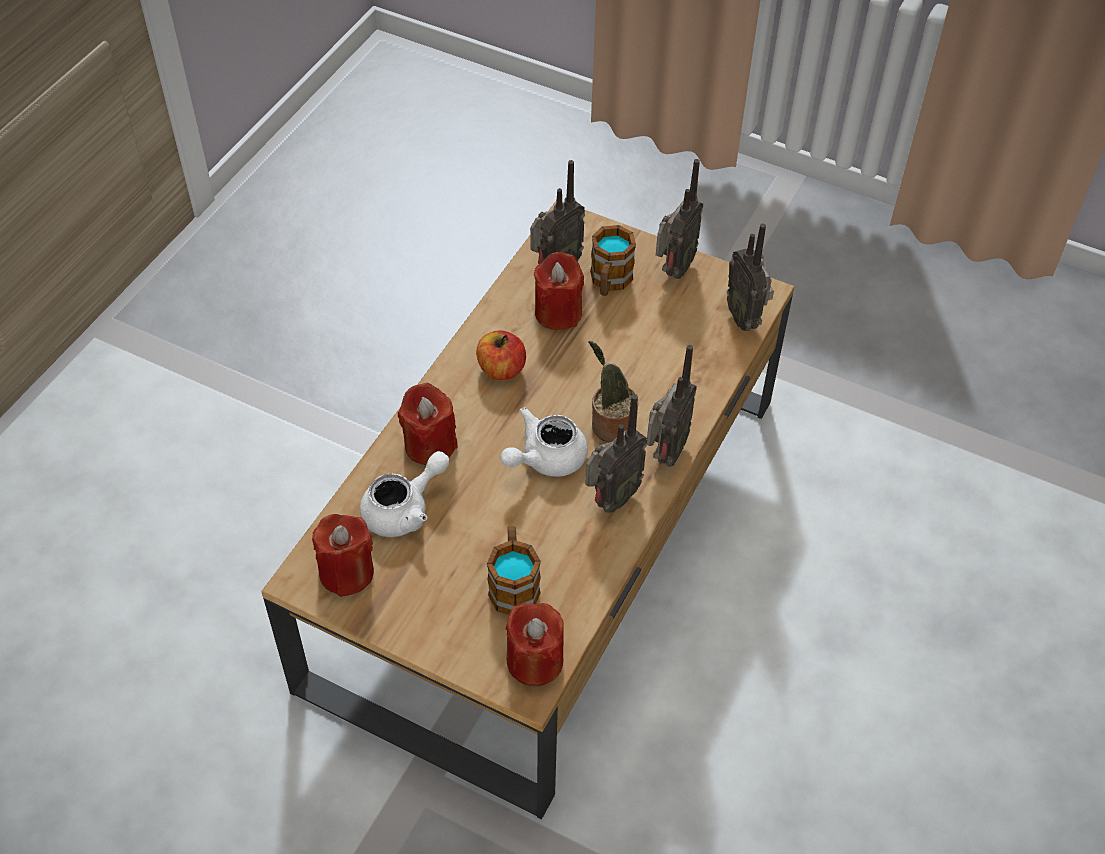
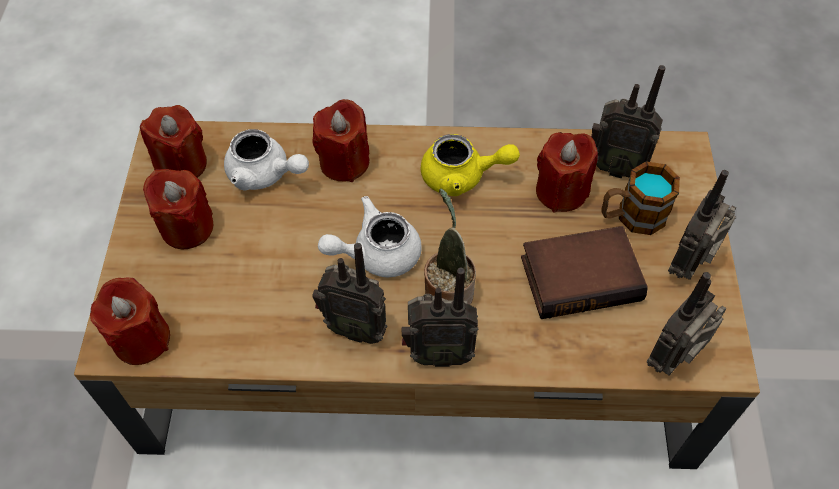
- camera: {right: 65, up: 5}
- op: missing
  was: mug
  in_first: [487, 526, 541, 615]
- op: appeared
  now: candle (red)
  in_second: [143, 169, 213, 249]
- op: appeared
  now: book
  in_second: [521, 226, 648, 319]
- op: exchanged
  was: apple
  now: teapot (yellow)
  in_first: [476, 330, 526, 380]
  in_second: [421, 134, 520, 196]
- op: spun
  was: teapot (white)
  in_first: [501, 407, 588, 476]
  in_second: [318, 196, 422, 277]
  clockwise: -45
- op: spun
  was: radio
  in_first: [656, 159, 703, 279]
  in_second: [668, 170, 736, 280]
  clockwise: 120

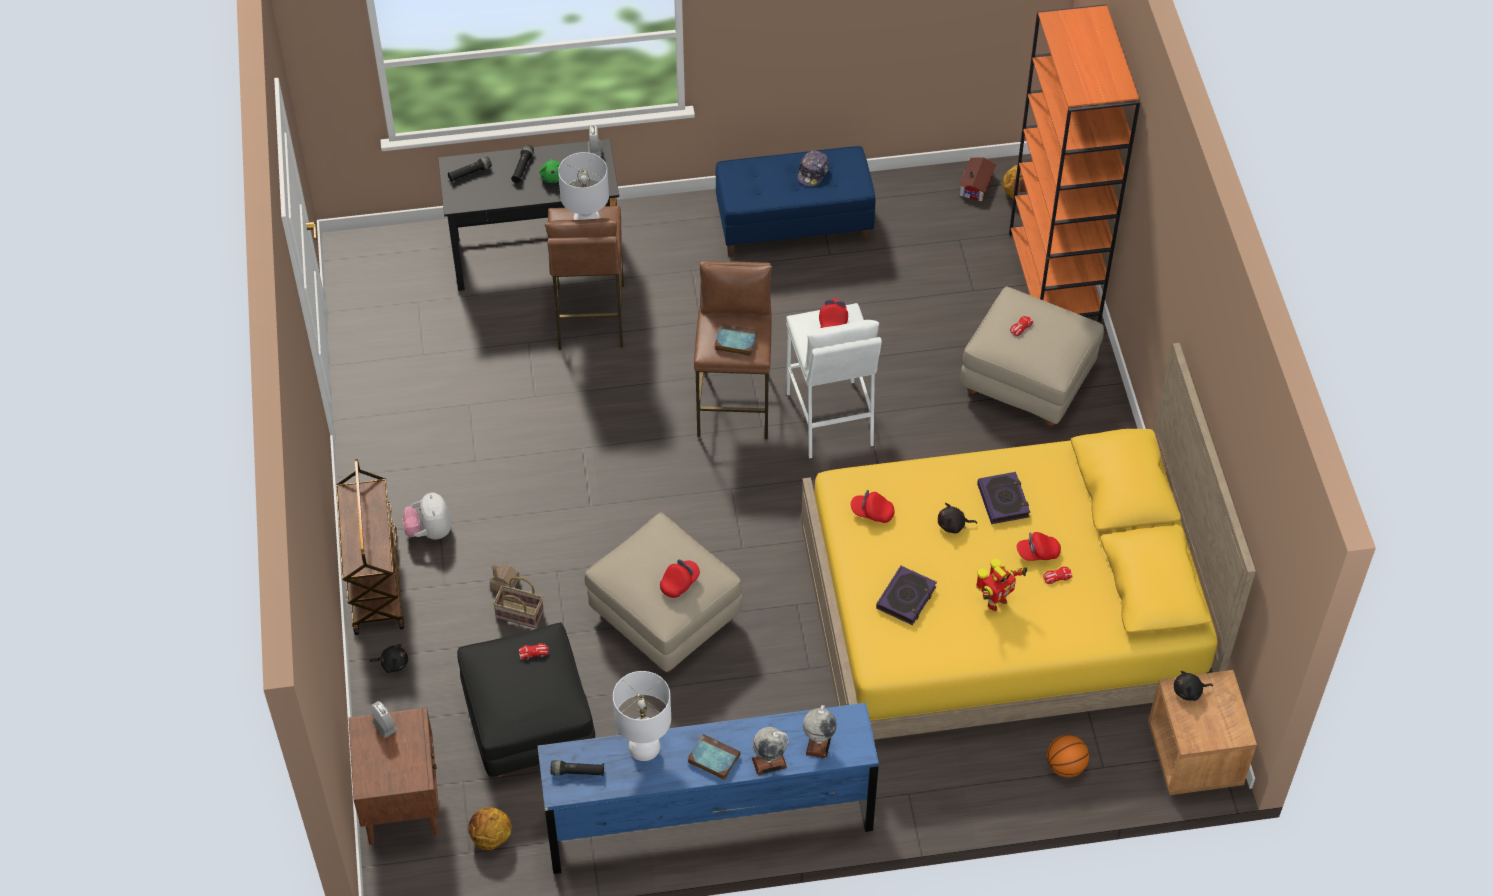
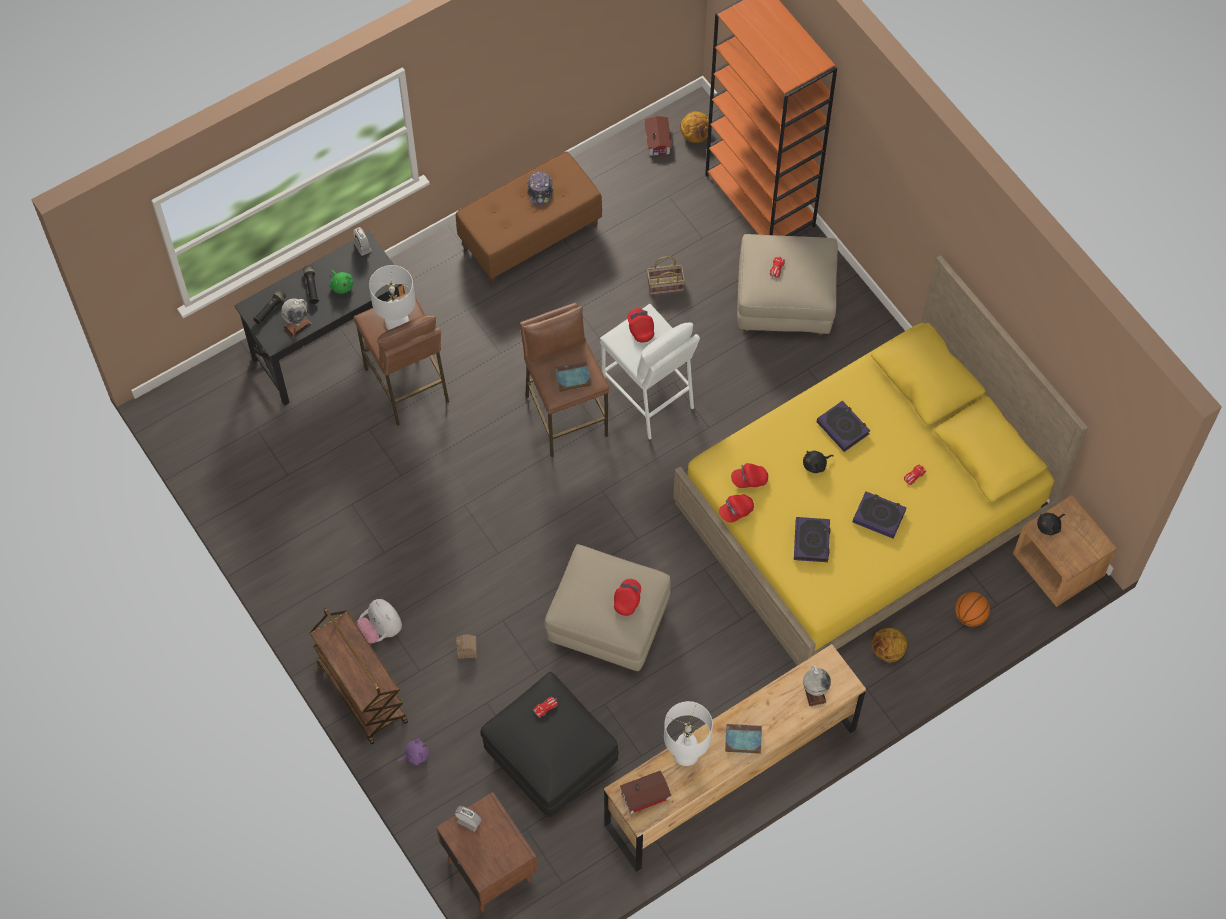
- camera: {right: -25, up: 10}
- op: relocated
  was: basketball
  in_first: [468, 807, 512, 850]
  in_second: [872, 628, 907, 662]
- op: relocated
  was: basket
  in_first: [493, 577, 544, 628]
  in_second: [647, 256, 685, 295]
- op: relocated
  was: globe
  in_first: [752, 727, 789, 776]
  in_second: [281, 299, 312, 338]
- op: relocated
  was: cap (red)
  in_first: [1017, 532, 1061, 561]
  in_second: [719, 494, 754, 523]
- op: exchanged
  was: flashlight (black)
  now: toy house
  in_first: [550, 760, 604, 776]
  in_second: [620, 770, 672, 814]
- op: exchanged
  was: toy robot
  now: book
  in_first: [976, 559, 1027, 611]
  in_second: [853, 492, 906, 539]
- op: colour
  was: plush toy (black)
  now: plush toy (purple)
  in_first: [370, 644, 408, 673]
  in_second: [396, 738, 429, 765]
- op: colour
  was: dresser (blue)
  now: dresser (brown)
  in_first: [537, 703, 879, 874]
  in_second: [604, 644, 866, 872]
- op: colour
  was: bench (blue)
  now: bench (brown)
  in_first: [715, 146, 876, 257]
  in_second: [456, 151, 602, 285]

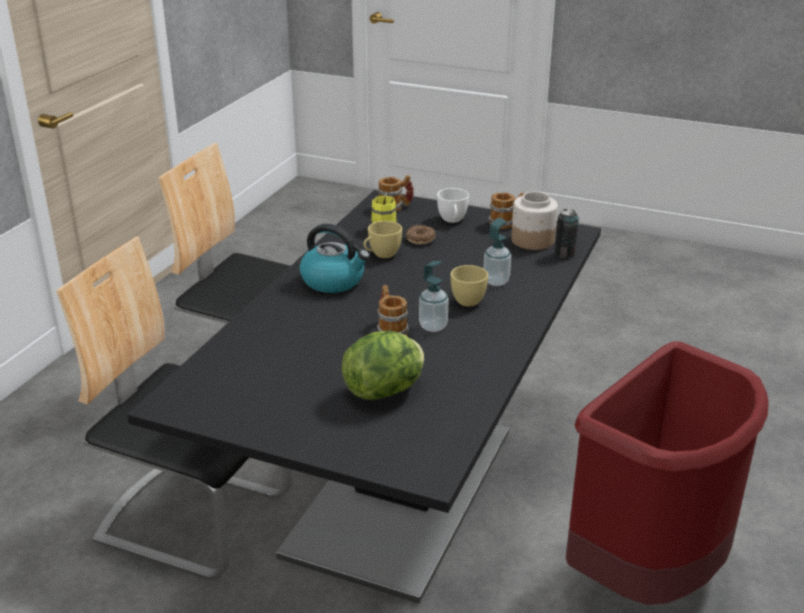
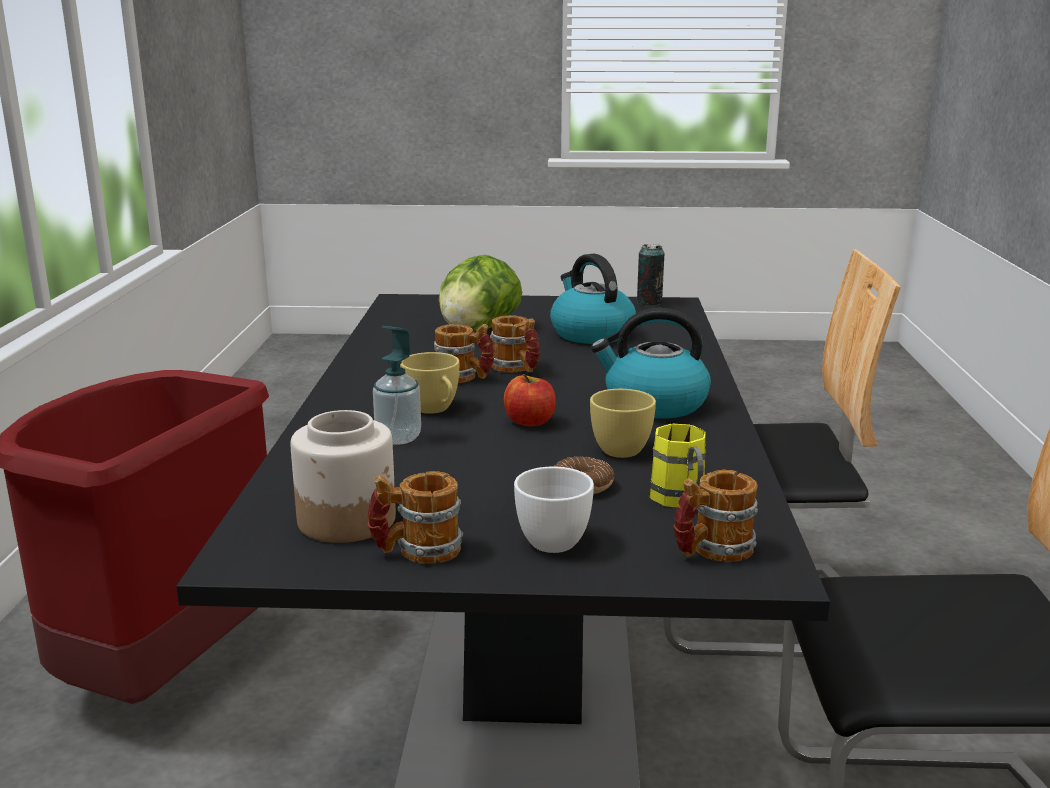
- camera: {right: 160, up: -10}
- op: appeared
  now: apple
  in_second: [504, 374, 556, 426]
- op: appeared
  now: kettle
  in_second: [550, 253, 636, 344]
- op: relocated
  was: can
  in_first: [555, 209, 579, 258]
  in_second: [637, 244, 664, 306]
- op: exchanged
  was: soap dispenser
  now: mug
  in_first: [419, 261, 449, 332]
  in_second: [434, 324, 494, 383]

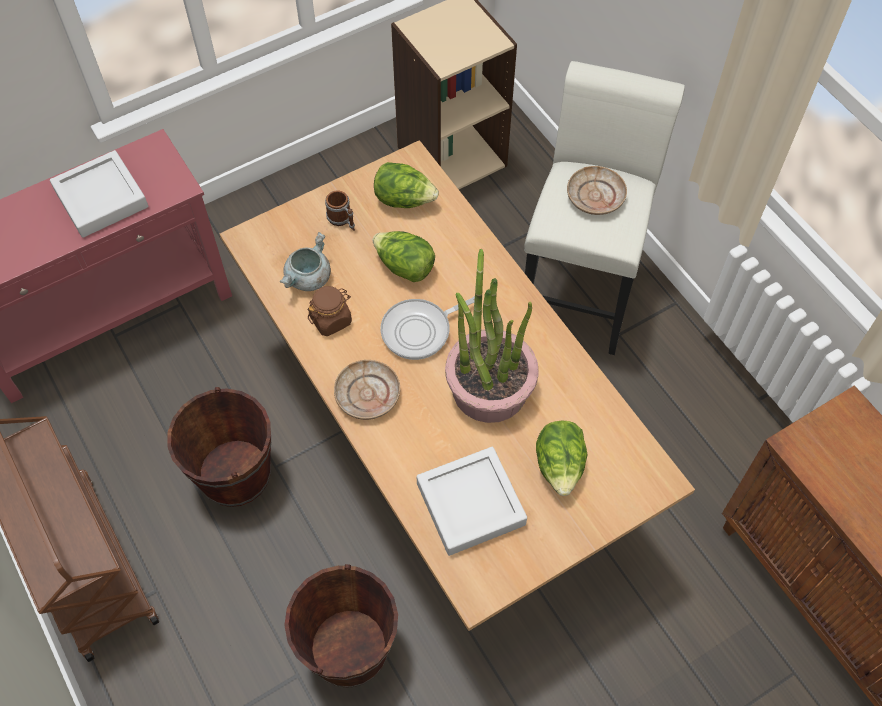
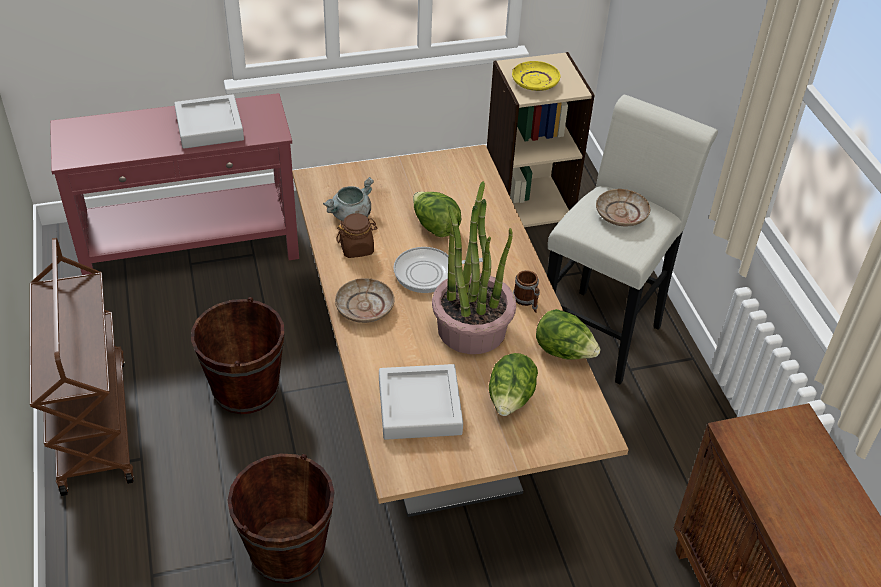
- camera: {right: 15, up: -15}
- op: appeared
  now: plate (yellow)
  in_second: [512, 61, 560, 91]
- op: relocated
  was: mug
  in_first: [325, 190, 355, 231]
  in_second: [513, 270, 540, 312]
- op: relocated
  was: lettuce
  in_first: [374, 162, 439, 208]
  in_second: [536, 309, 601, 359]

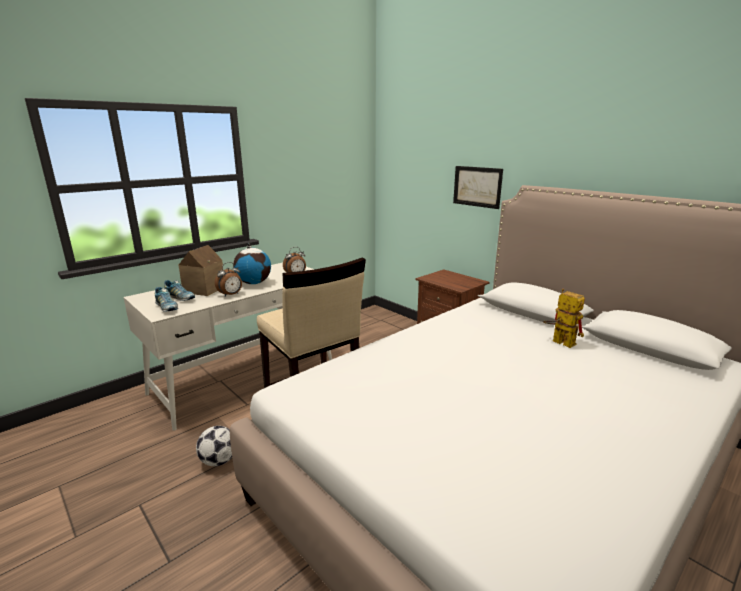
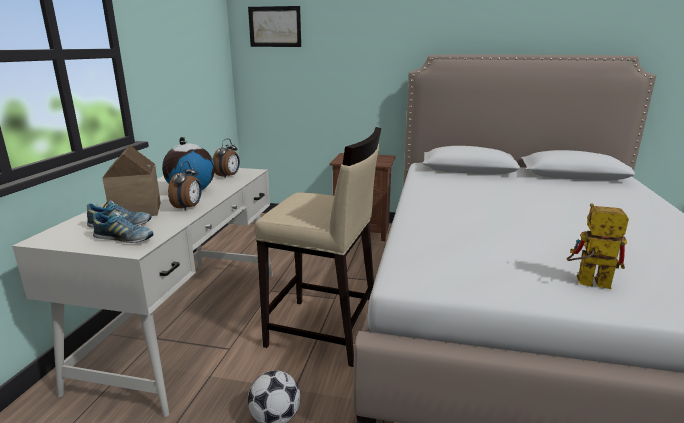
- camera: {right: -35, up: 0}
- op: relocated
  was: picture
  in_first: [453, 166, 503, 209]
  in_second: [248, 6, 301, 47]
- op: relocated
  was: toy robot
  in_first: [543, 289, 585, 348]
  in_second: [567, 203, 629, 289]

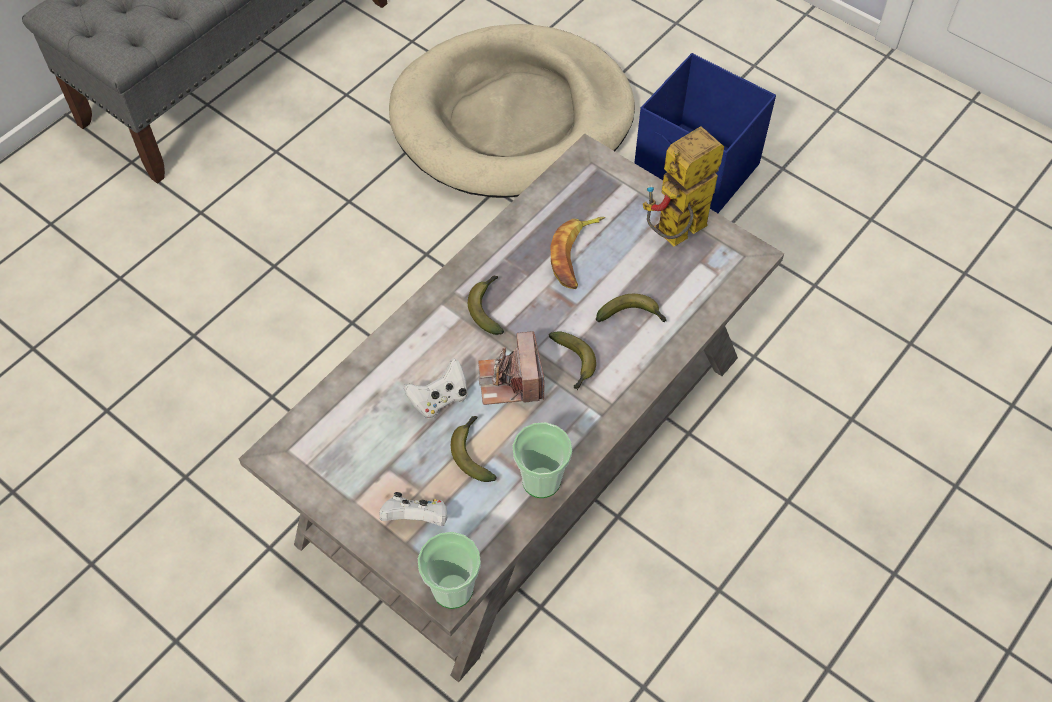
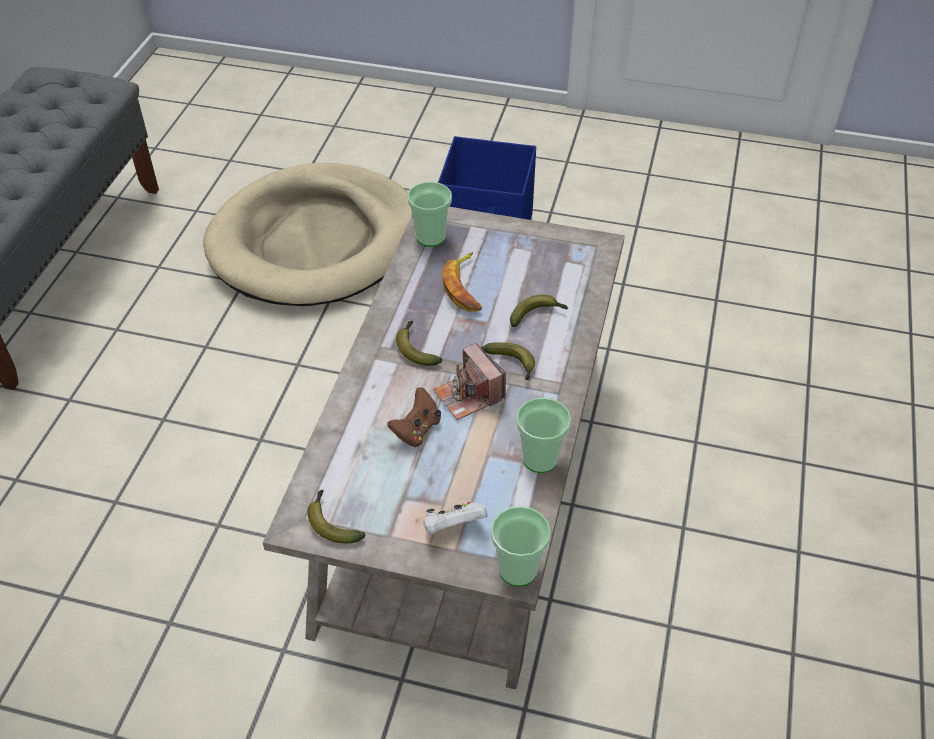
- camera: {right: -25, up: -10}
- op: missing
  was: toy robot
  in_first: [643, 126, 724, 247]
- op: appeared
  now: cup
  in_second: [408, 182, 452, 247]
- op: relocated
  was: banana
  in_first: [451, 416, 497, 482]
  in_second: [307, 490, 366, 543]
- op: colour
  was: game controller (white)
  now: game controller (brown)
  in_first: [404, 358, 468, 419]
  in_second: [387, 387, 441, 447]

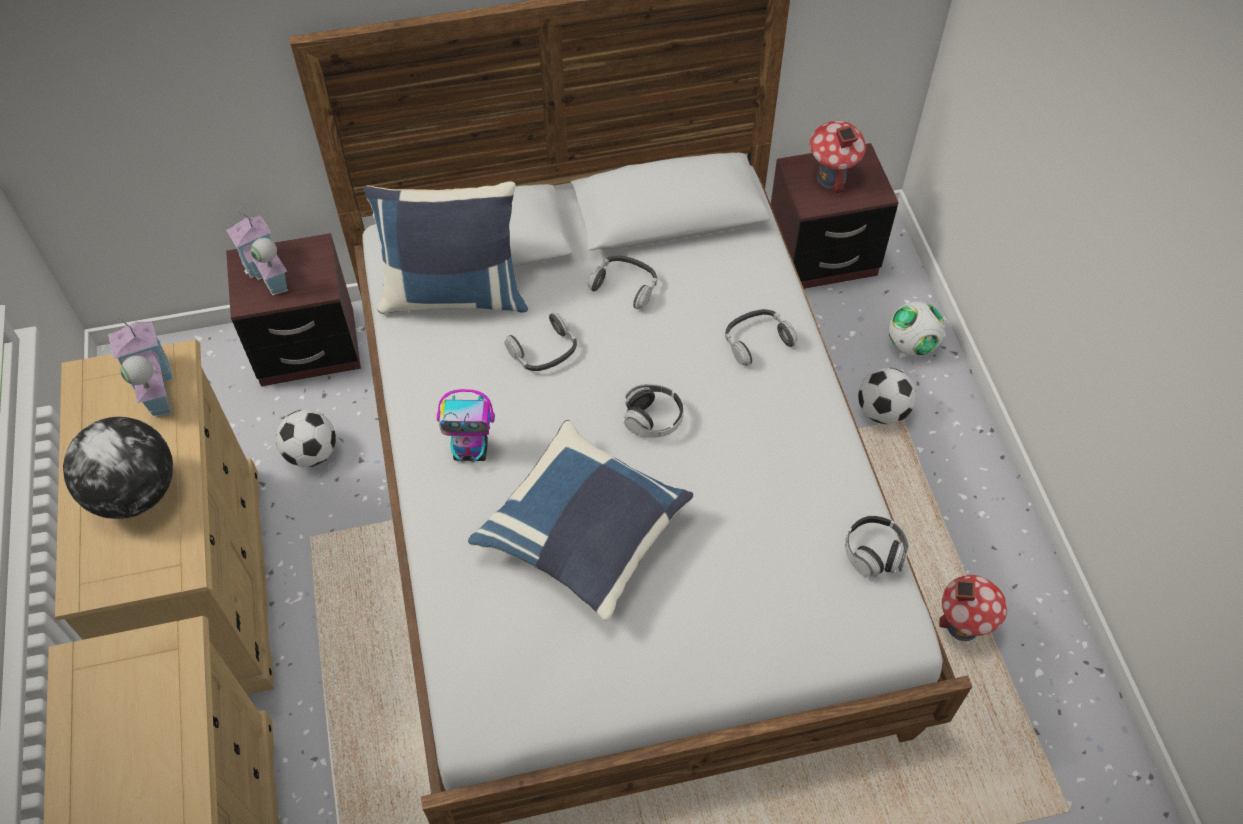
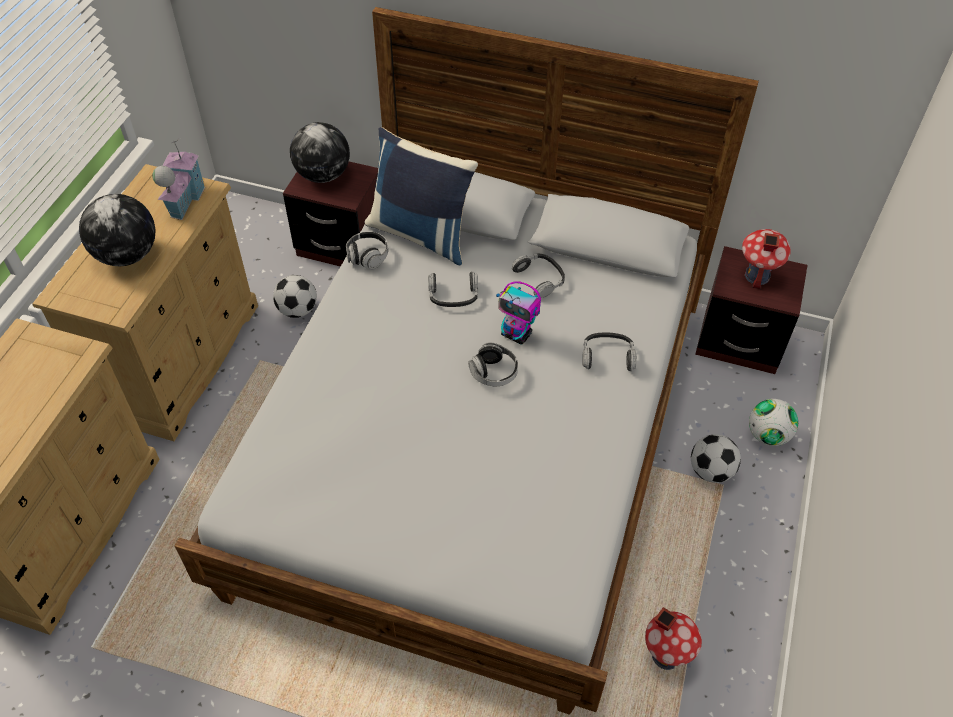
- camera: {right: 30, up: -5}
- op: missing
  was: pillow (blue)
  in_first: [468, 420, 693, 621]
- op: relocated
  was: toy robot
  in_first: [437, 389, 495, 463]
  in_second: [496, 281, 541, 345]
- op: relocated
  was: headphones
  in_first: [845, 515, 909, 578]
  in_second: [346, 232, 388, 269]
- op: exchanged
  was: toy house
  now: globe
  in_first: [226, 207, 288, 295]
  in_second: [290, 122, 350, 183]

